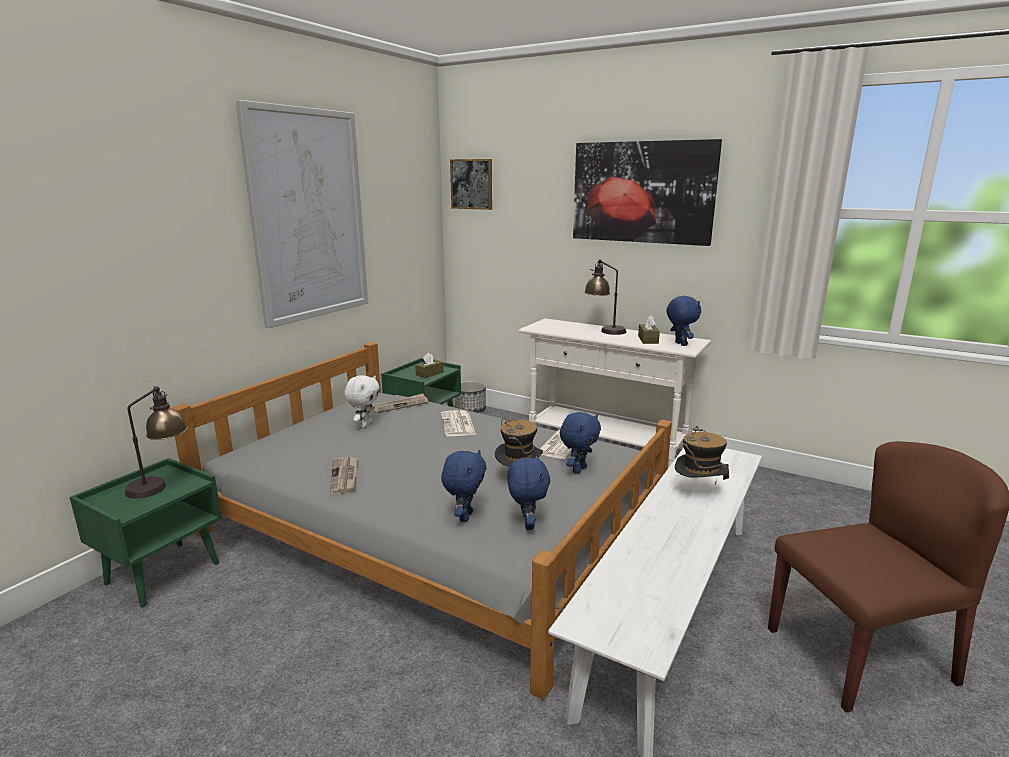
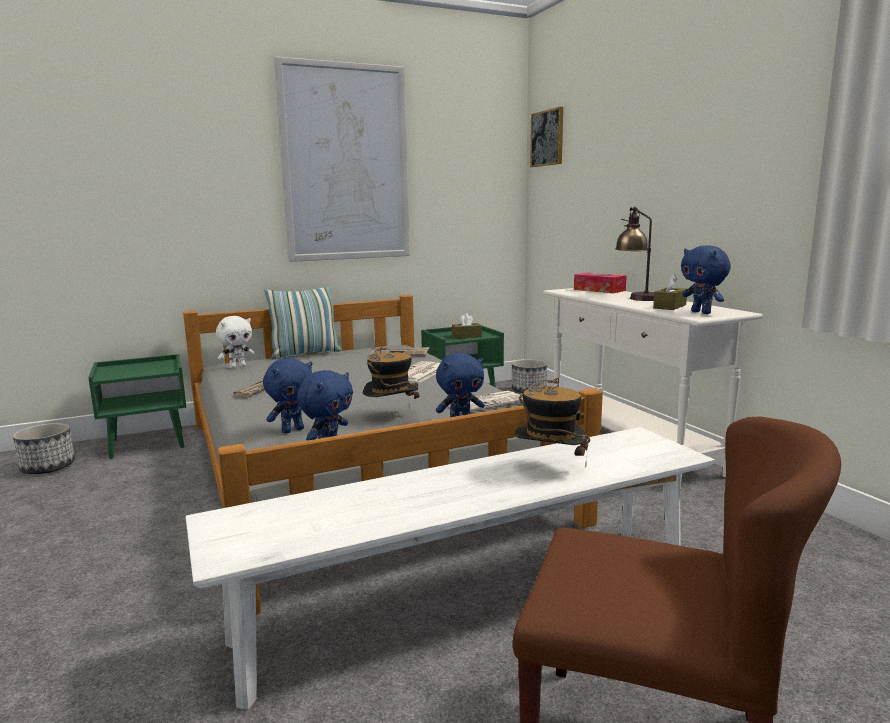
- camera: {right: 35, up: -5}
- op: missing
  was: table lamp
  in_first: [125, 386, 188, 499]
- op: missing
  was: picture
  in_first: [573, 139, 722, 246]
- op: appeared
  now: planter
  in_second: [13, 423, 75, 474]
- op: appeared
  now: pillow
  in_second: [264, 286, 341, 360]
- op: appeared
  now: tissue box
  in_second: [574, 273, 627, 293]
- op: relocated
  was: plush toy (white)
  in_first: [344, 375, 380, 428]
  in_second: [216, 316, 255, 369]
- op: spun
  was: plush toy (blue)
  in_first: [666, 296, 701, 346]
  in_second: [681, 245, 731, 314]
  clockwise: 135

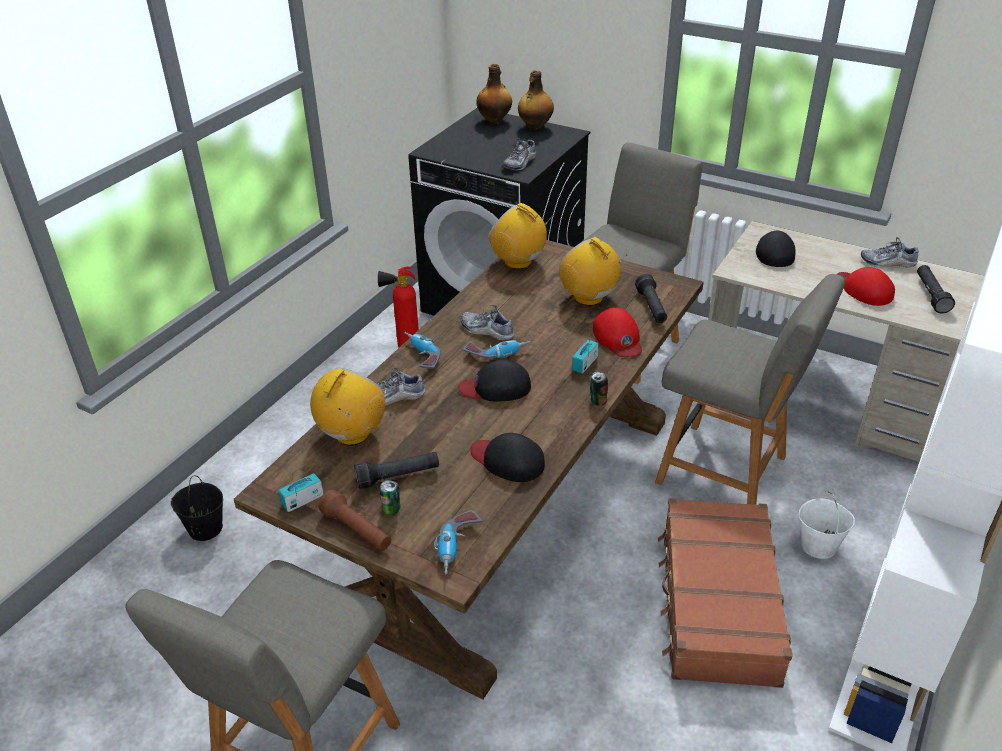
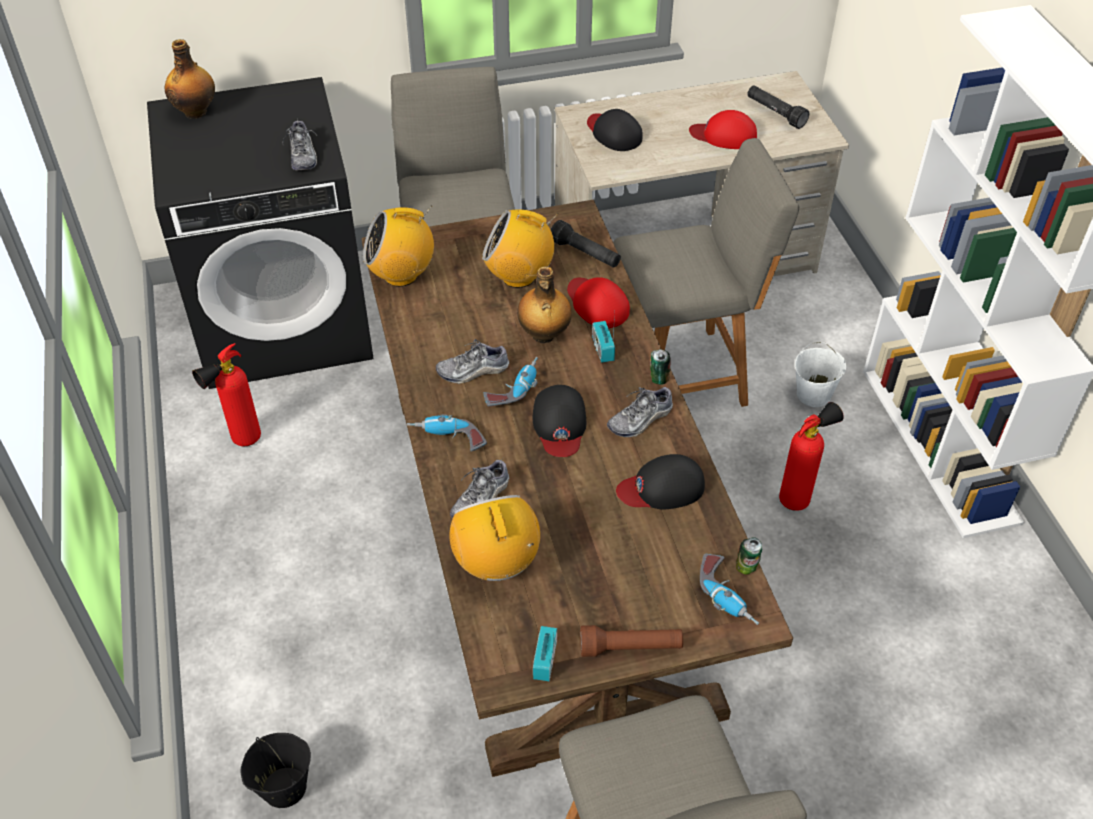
- camera: {right: -45, up: 10}
- op: missing
  was: flashlight (black)
  in_first: [354, 452, 439, 489]
- op: relocated
  was: can
  in_first: [380, 479, 400, 515]
  in_second: [736, 537, 762, 575]
- op: relocated
  was: bottle
  in_first: [518, 70, 554, 130]
  in_second: [517, 266, 572, 344]
- op: relocated
  was: shoe
  in_first: [861, 237, 919, 267]
  in_second: [607, 387, 673, 437]
- op: exchanged
  was: suitcase (brown)
  now: fire extinguisher
  in_first: [657, 498, 793, 688]
  in_second: [779, 402, 844, 511]
- op: spun
  was: cap (black)
  in_first: [458, 360, 531, 402]
  in_second: [533, 385, 586, 457]
  clockwise: -45
- op: spun
  was: cap (red)
  in_first: [593, 307, 642, 357]
  in_second: [567, 277, 630, 328]
  clockwise: -150

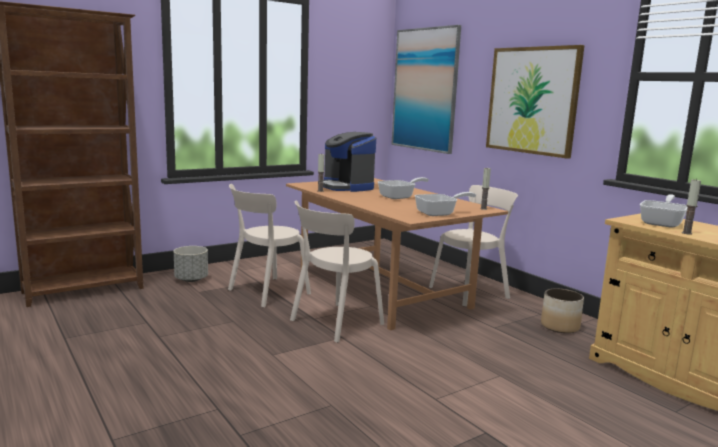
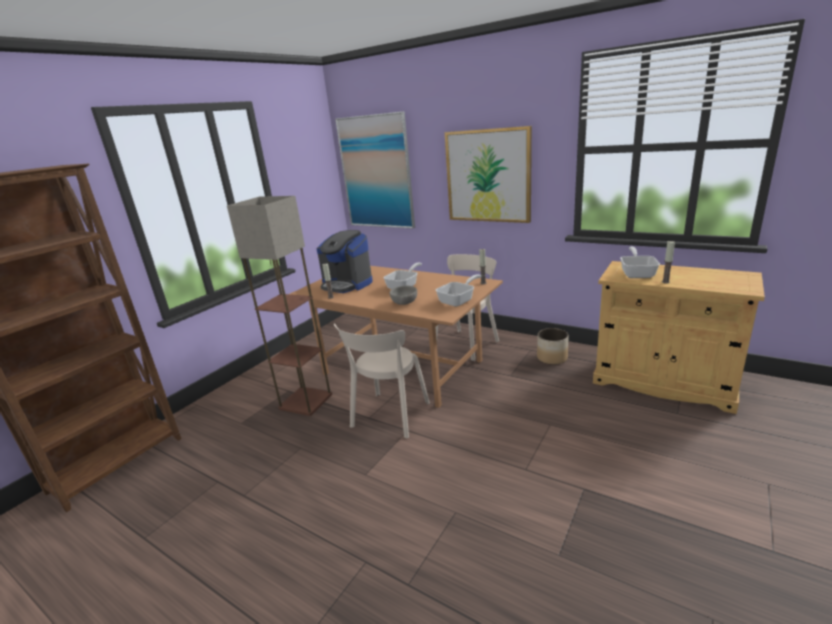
- camera: {right: -20, up: 10}
- op: missing
  was: planter (grey)
  in_first: [174, 246, 208, 282]
- op: appeared
  now: bowl (grey)
  in_second: [390, 286, 417, 305]
- op: exchanged
  was: chair (beige)
  now: floor lamp
  in_first: [228, 184, 311, 307]
  in_second: [227, 196, 332, 416]

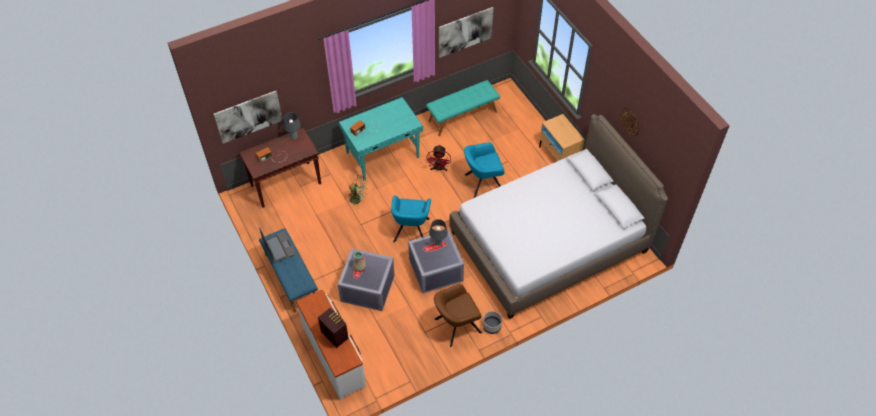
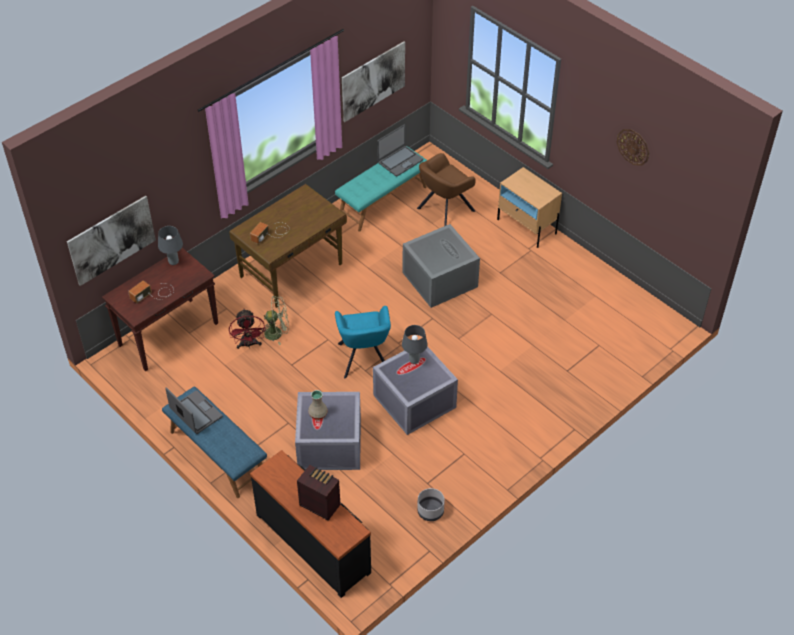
- camera: {right: -15, up: -5}
- op: missing
  was: bed
  in_first: [449, 114, 668, 319]
- op: appeared
  now: laptop
  in_second: [377, 124, 423, 177]
- op: relocated
  was: fan (red)
  in_first: [426, 144, 451, 172]
  in_second: [229, 309, 265, 349]
- op: relocated
  was: armchair (brown)
  in_first: [434, 284, 482, 347]
  in_second: [417, 153, 476, 226]
- op: relocated
  was: planter (grey)
  in_first: [483, 311, 502, 334]
  in_second: [417, 488, 445, 521]
- op: exchanged
  was: armchair (turquoise)
  now: storage box (grey)
  in_first: [464, 142, 505, 198]
  in_second: [403, 224, 480, 308]
- op: colour
  was: dresser (white)
  now: dresser (black)
  in_first: [296, 290, 366, 400]
  in_second: [250, 450, 371, 598]
- op: colour
  was: desk (turquoise)
  now: desk (brown)
  in_first: [339, 97, 423, 180]
  in_second: [229, 184, 347, 308]

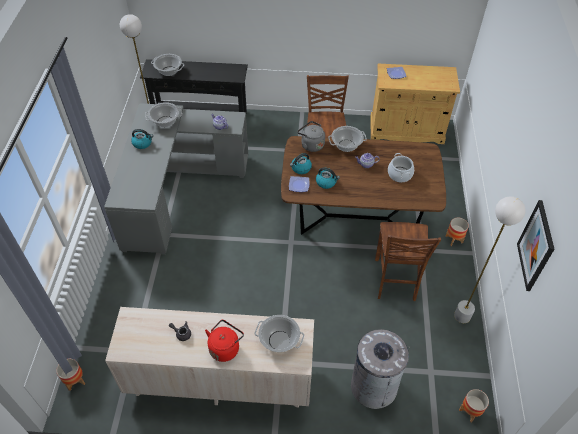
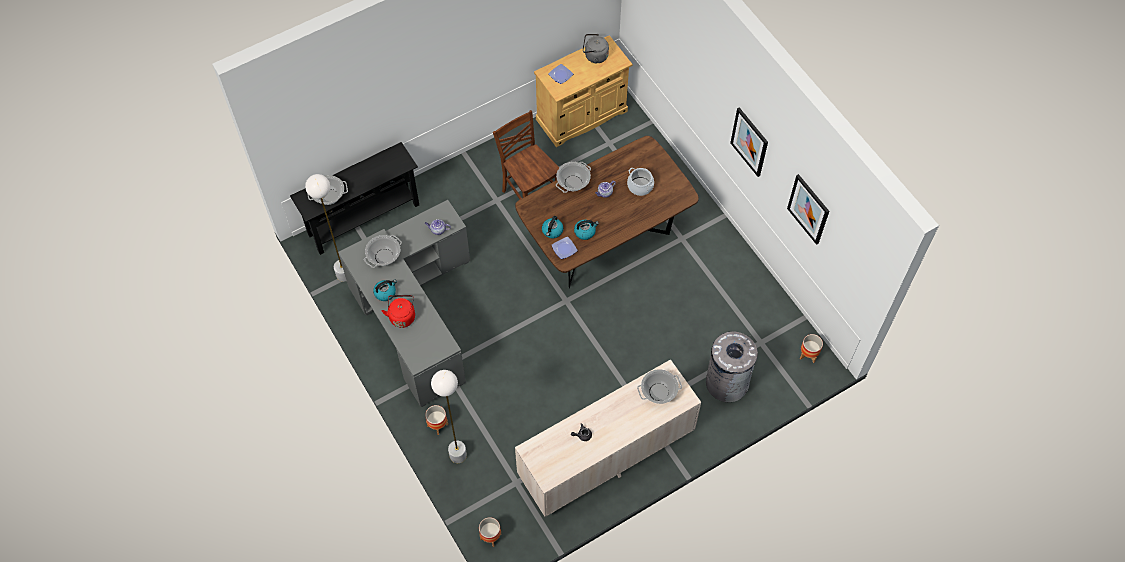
- camera: {right: -35, up: 10}
- op: missing
  was: chair (brown)
  in_first: [375, 222, 441, 301]
- op: appeared
  now: picture
  in_second: [730, 107, 768, 177]
- op: relocated
  was: kettle (red)
  in_first: [205, 320, 244, 362]
  in_second: [382, 295, 415, 328]
- op: relocated
  was: kettle (grey)
  in_first: [297, 121, 325, 152]
  in_second: [583, 34, 609, 63]
- op: relocated
  was: planter
  in_first: [446, 218, 469, 246]
  in_second: [425, 405, 448, 435]
- op: relocated
  was: floor lamp (white)
  in_first: [454, 196, 526, 323]
  in_second: [431, 370, 467, 463]

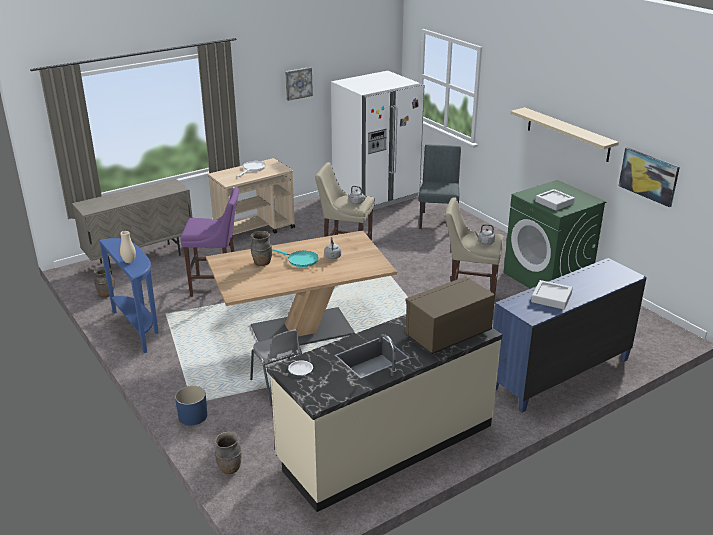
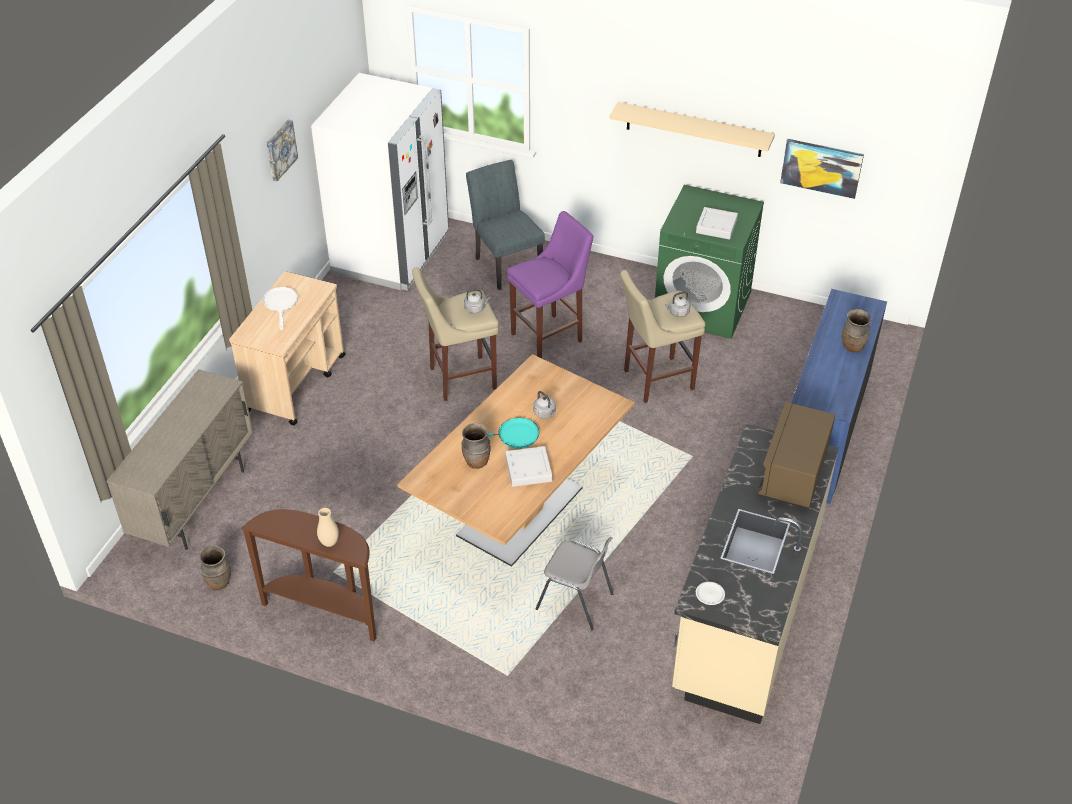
- camera: {right: -35, up: 15}
- op: missing
  was: planter (blue)
  in_first: [175, 386, 207, 425]
- op: relocated
  was: stool (purple)
  in_first: [180, 188, 239, 297]
  in_second: [507, 211, 593, 358]
- op: relocated
  was: vase (brown)
  in_first: [215, 432, 241, 474]
  in_second: [842, 309, 871, 353]
- op: relocated
  was: tray (grey)
  in_first: [531, 280, 573, 309]
  in_second: [505, 446, 552, 487]
- op: colour
  was: console table (blue)
  now: console table (brown)
  in_first: [99, 238, 159, 353]
  in_second: [241, 509, 376, 642]

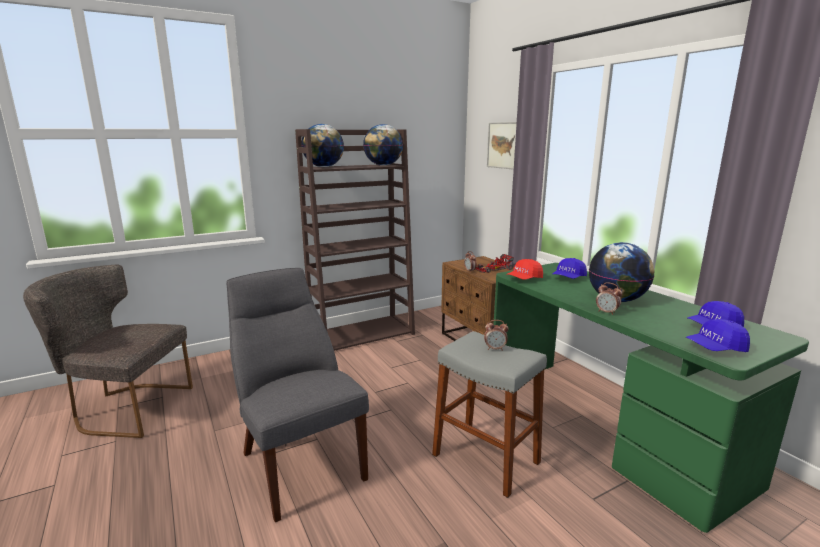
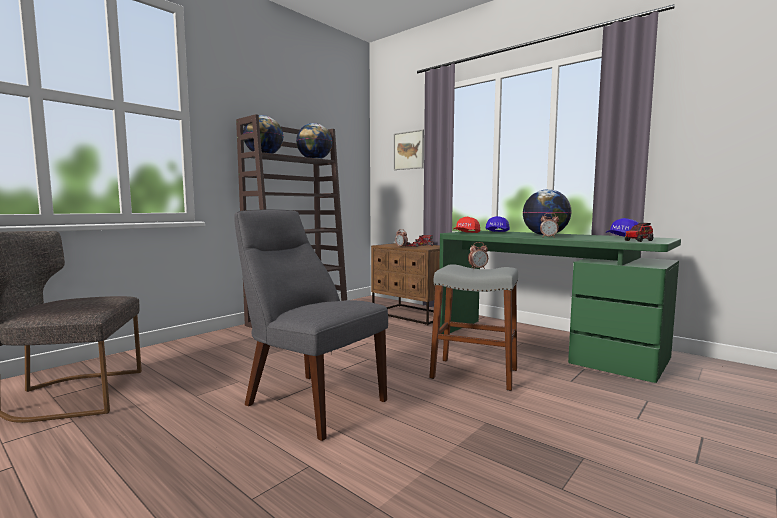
- camera: {right: -20, up: -10}
- op: exchanged
  was: cap (blue)
  now: toy truck
  in_first: [686, 319, 750, 352]
  in_second: [625, 223, 653, 242]

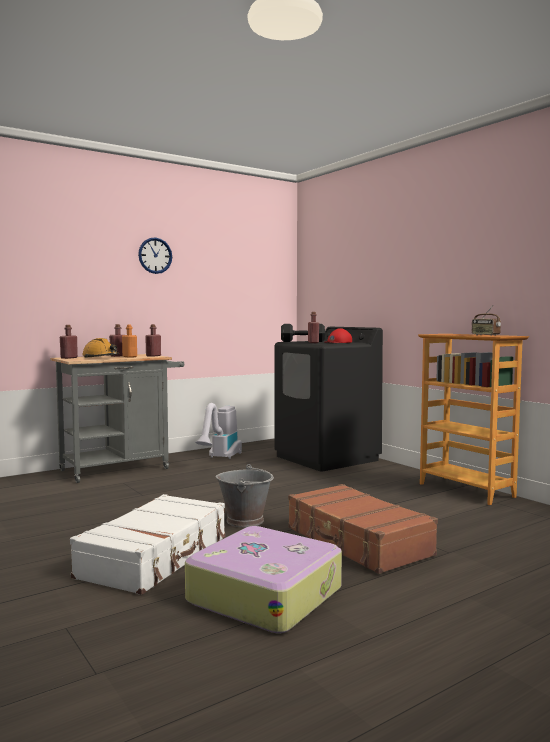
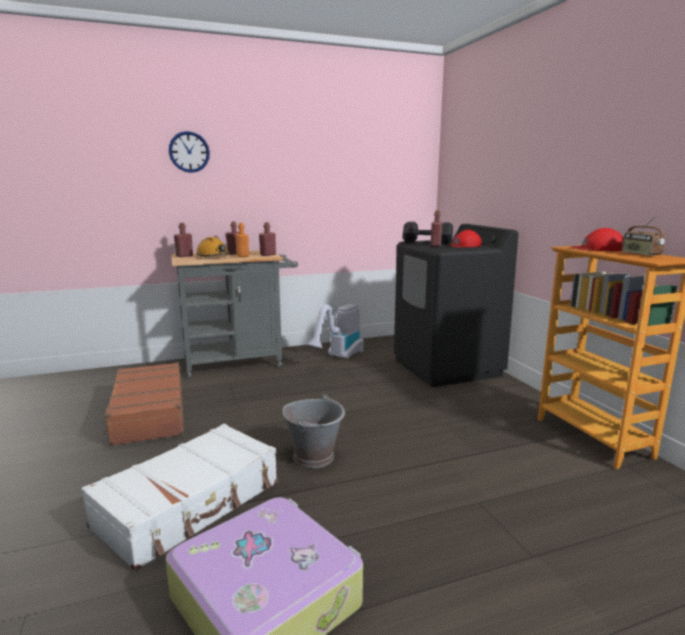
- camera: {right: 15, up: 10}
- op: appeared
  now: cap (red)
  in_second: [570, 228, 624, 251]
- op: relocated
  was: wall clock
  in_first: [138, 237, 172, 274]
  in_second: [169, 131, 210, 173]
- op: relocated
  was: suitcase (brown)
  in_first: [288, 484, 438, 574]
  in_second: [103, 362, 184, 446]

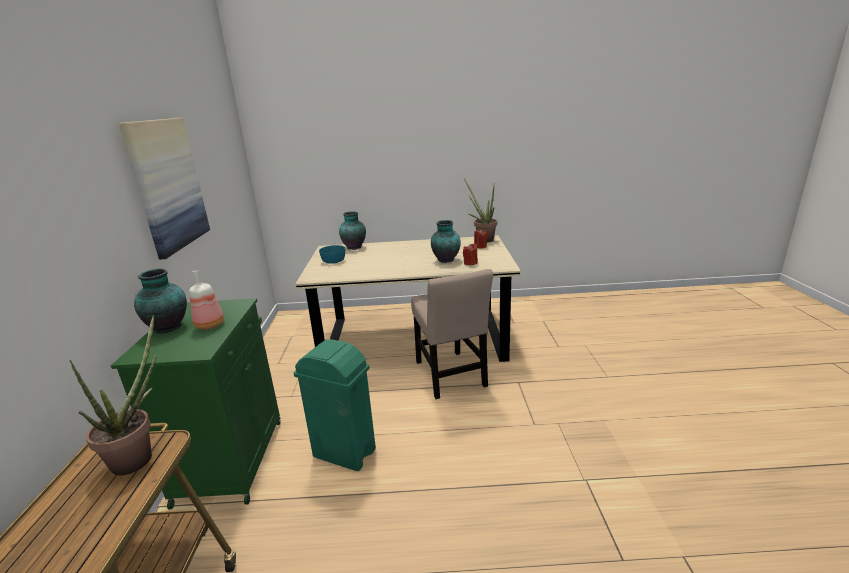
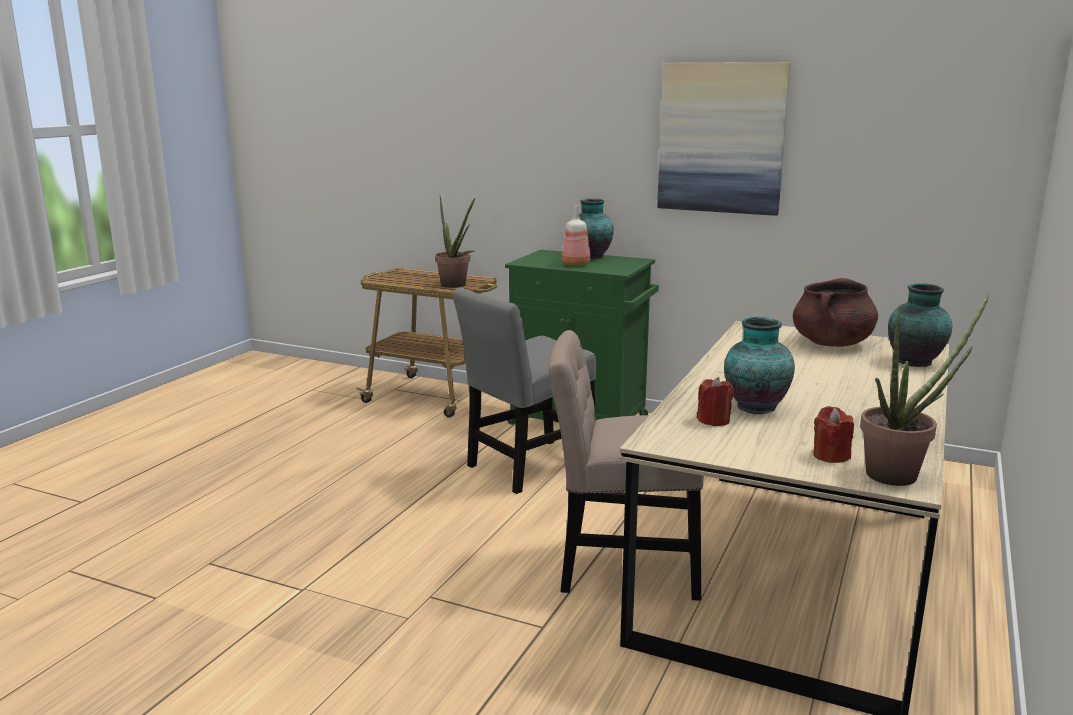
- camera: {right: 115, up: -5}
- op: exchanged
  was: trash can (green)
  now: chair (grey)
  in_first: [294, 339, 376, 471]
  in_second: [453, 288, 597, 494]
- op: exchanged
  was: bowl (turquoise)
  now: cooking pot (brown)
  in_first: [319, 245, 345, 264]
  in_second: [793, 278, 878, 347]

